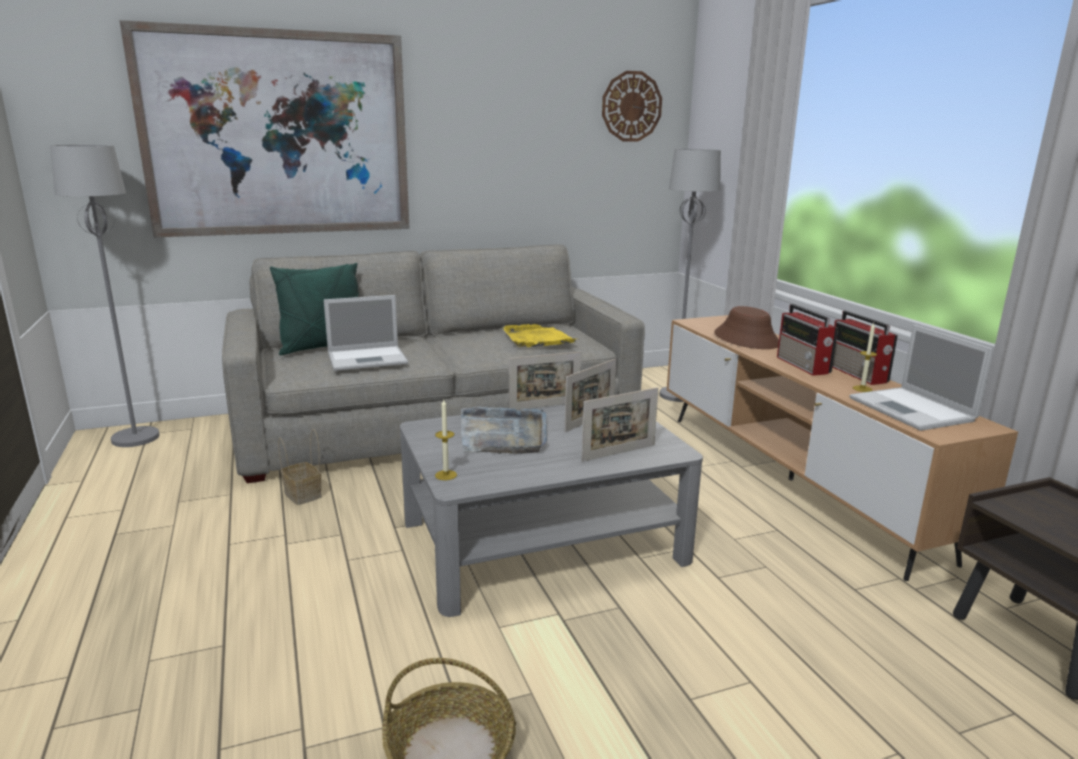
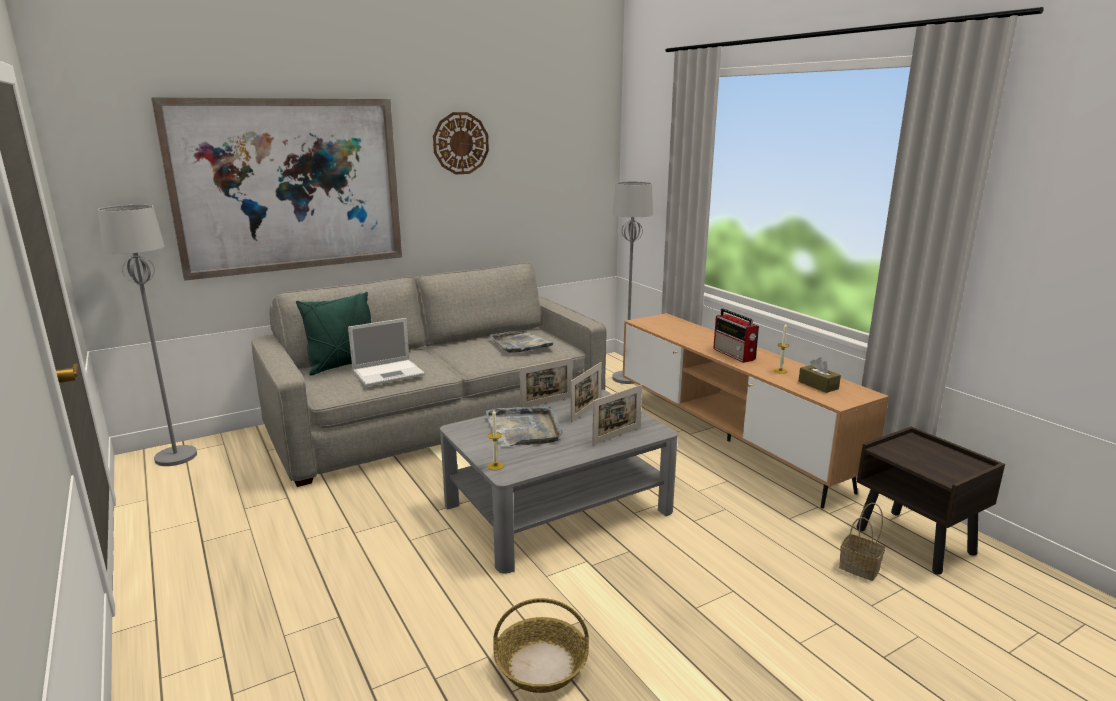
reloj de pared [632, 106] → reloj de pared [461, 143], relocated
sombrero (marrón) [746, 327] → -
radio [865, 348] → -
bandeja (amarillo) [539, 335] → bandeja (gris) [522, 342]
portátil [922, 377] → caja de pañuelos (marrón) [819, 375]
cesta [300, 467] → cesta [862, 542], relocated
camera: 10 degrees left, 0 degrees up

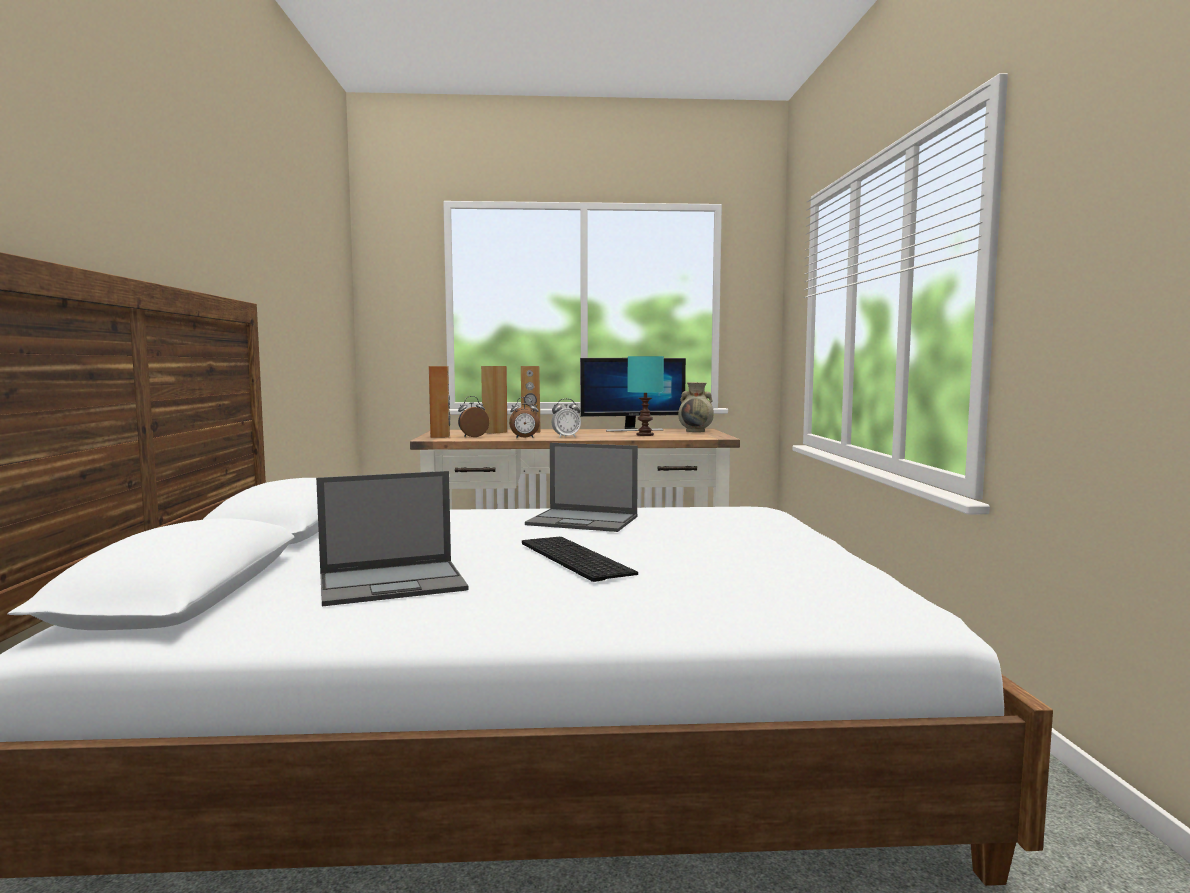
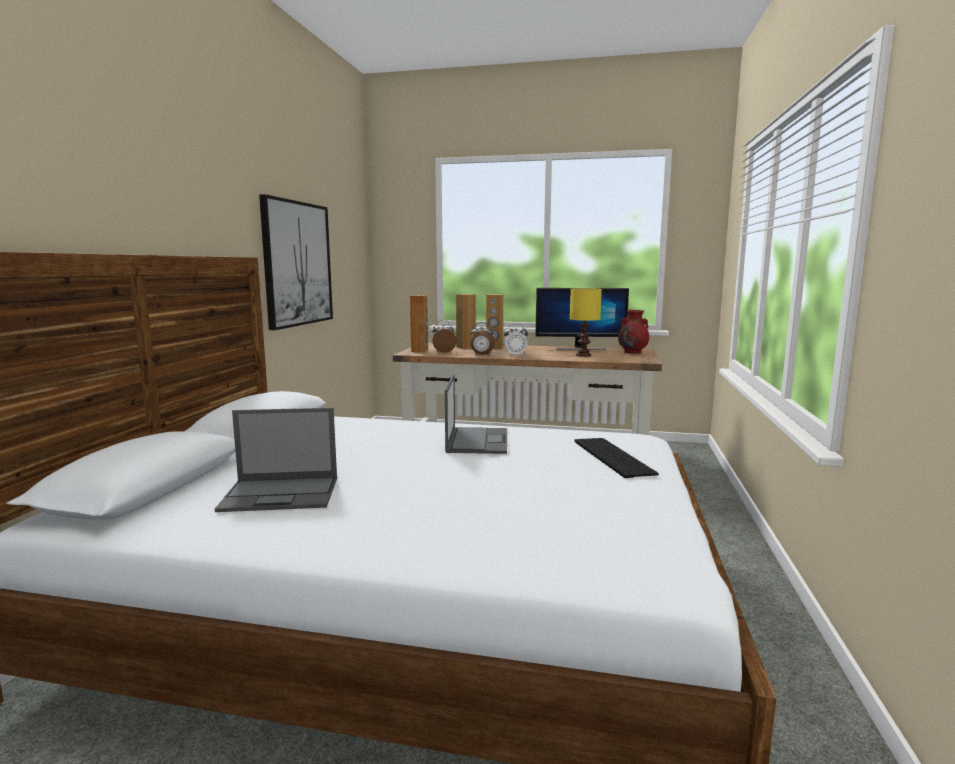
lámpara de mesa (turquesa) [646, 396] → lámpara de mesa (amarillo) [586, 322]
florero (beis) [696, 407] → florero (rojo) [633, 331]
portátil [581, 487] → portátil [476, 414], 120 degrees counterclockwise
teclado [580, 559] → teclado [616, 458], relocated
- → cuadro [296, 262]
camera: 15 degrees right, 5 degrees up

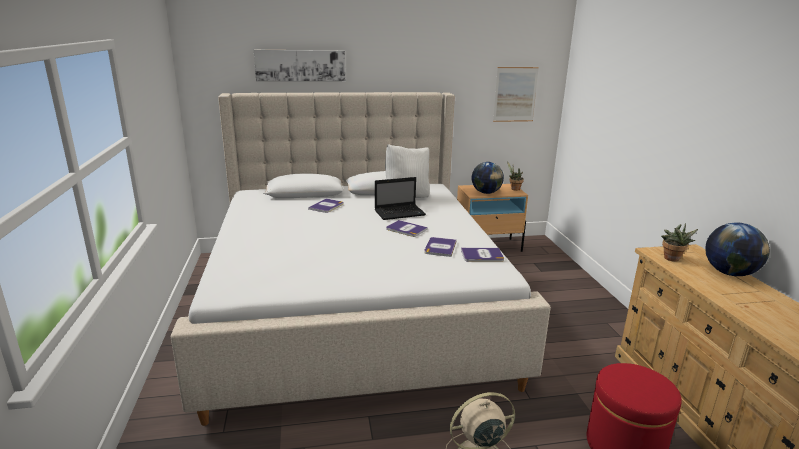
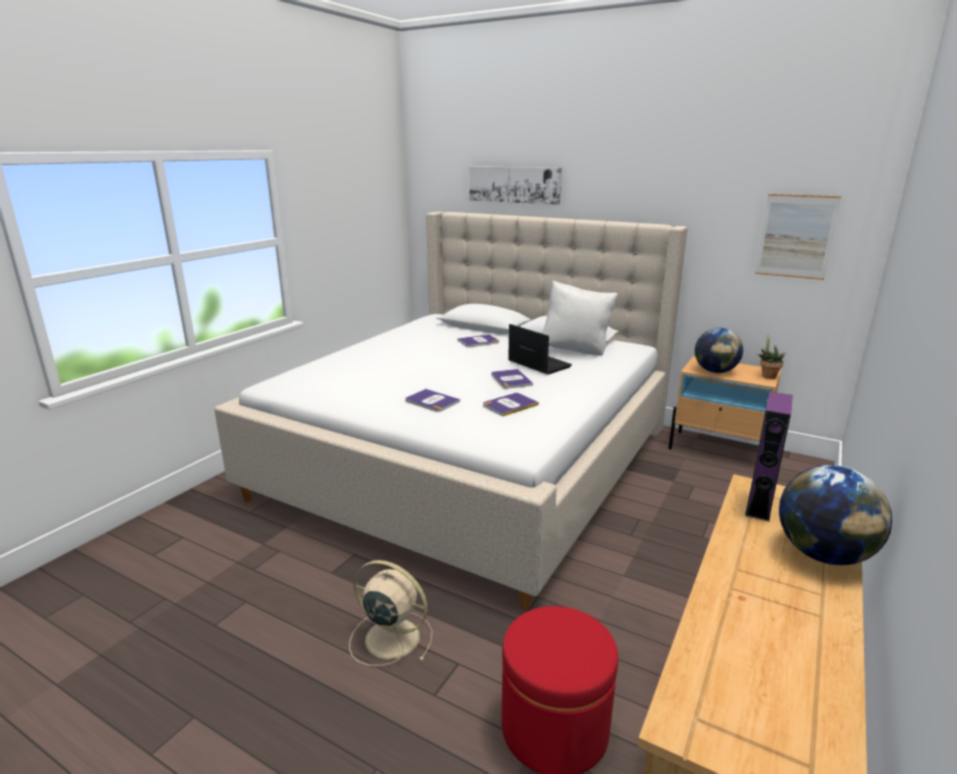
portátil [400, 198] → portátil [540, 349], 150 degrees counterclockwise
planta en maceta [679, 242] → altavoz (morado) [769, 456]
libro [482, 255] → libro [432, 400], relocated
camera: 40 degrees right, 0 degrees up

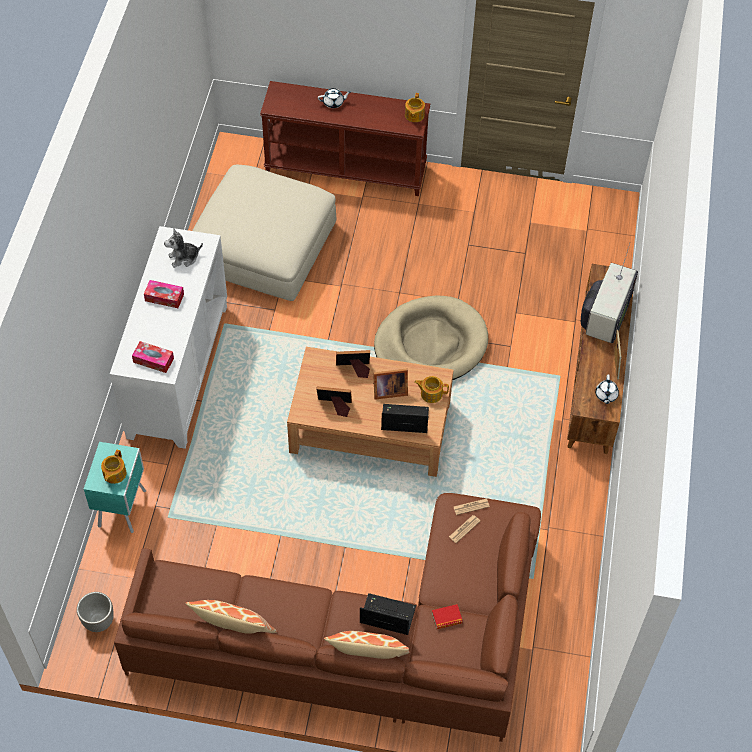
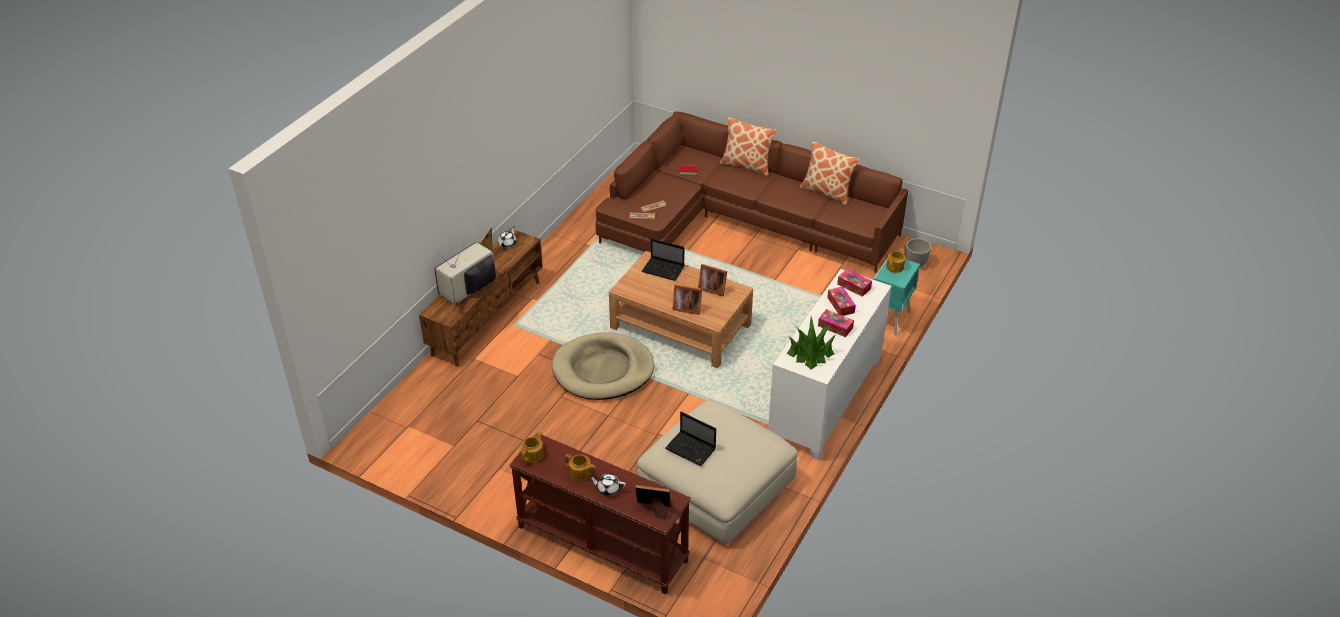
peluche [183, 248] → planta en maceta [811, 343]
portarretratos [390, 384] → portarretratos [653, 502], relocated
tetera [431, 389] → tetera [580, 467], relocated
portátil [387, 614] → portátil [690, 439], relocated
- → caja de pañuelos [841, 301]
camera: 160 degrees left, 15 degrees down

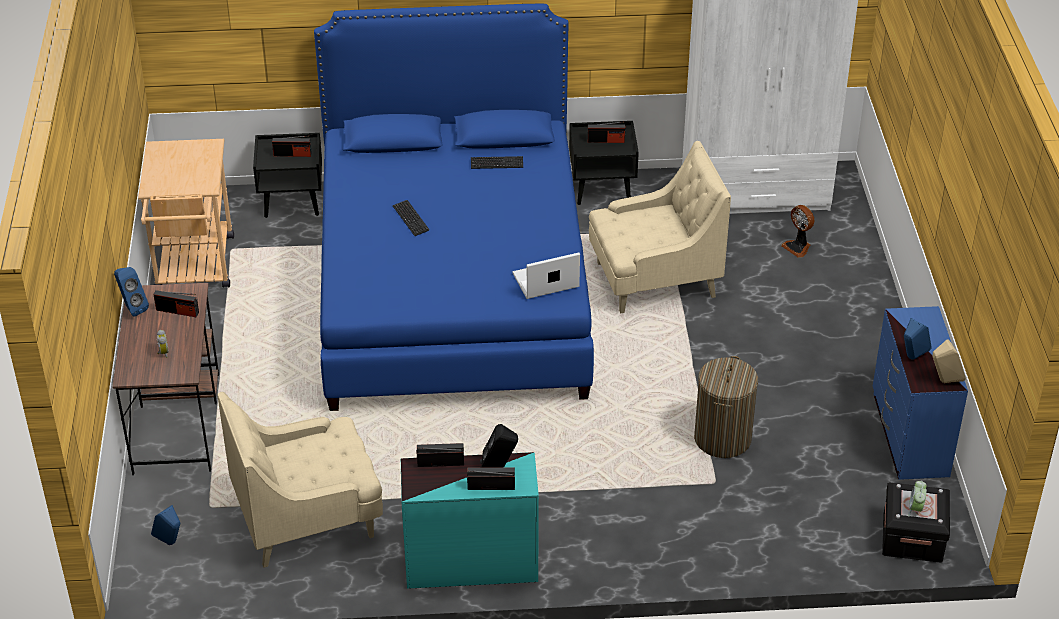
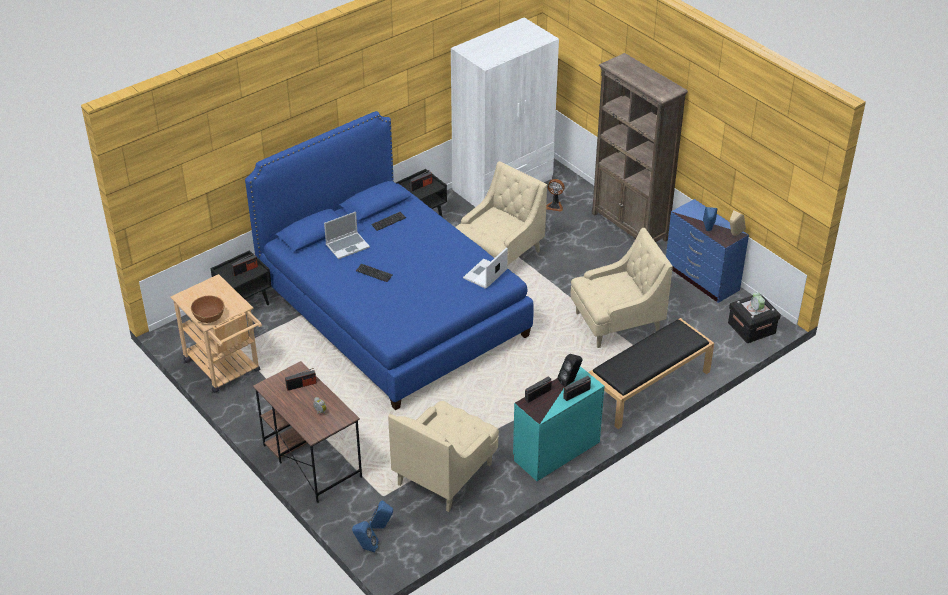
altavoz (azul) [131, 292] → altavoz (azul) [365, 537], relocated
cesto de la ropa [726, 407] → sillón (beis) [622, 288]
- → estantería (marrón) [640, 147]
- → portátil [347, 235]
- → cuenco (marrón) [207, 309]
- → banco (negro) [651, 373]
camera: 35 degrees left, 0 degrees up

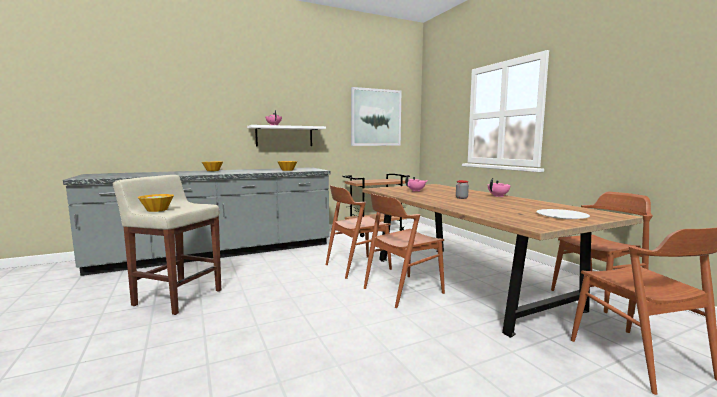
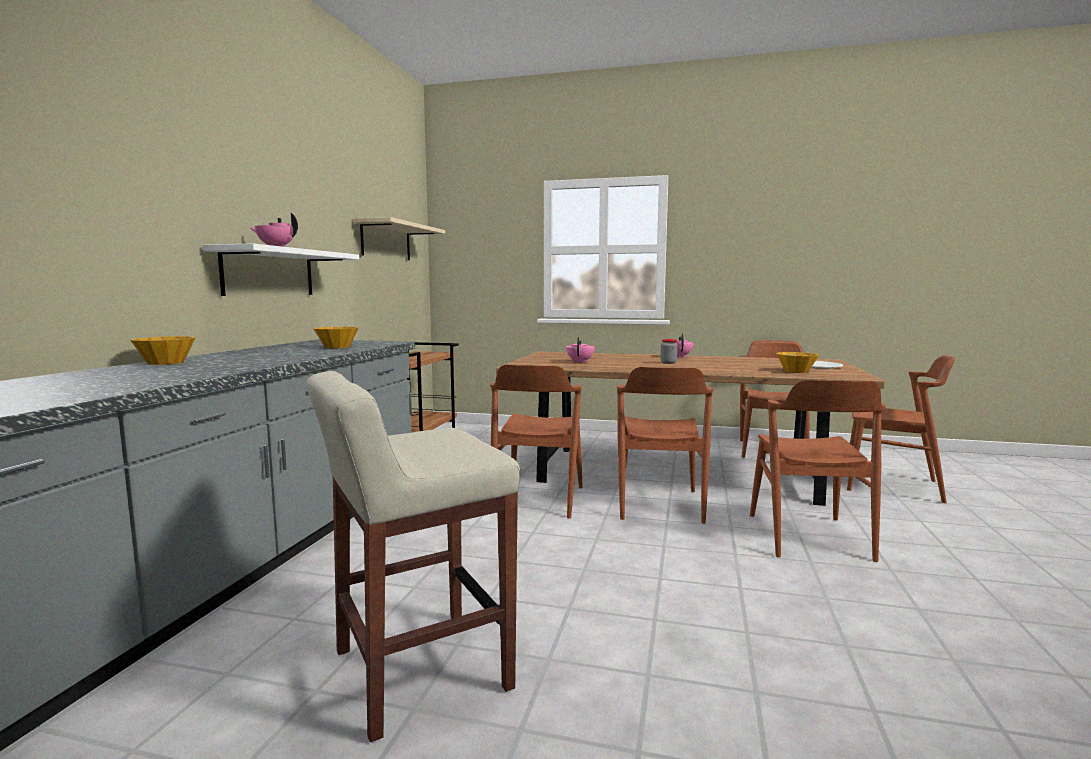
cuadro [376, 116] → estante (beis) [399, 238]
cuenco [156, 203] → cuenco [797, 362], relocated
- → silla (marrón) [818, 471]
camera: 50 degrees left, 0 degrees up

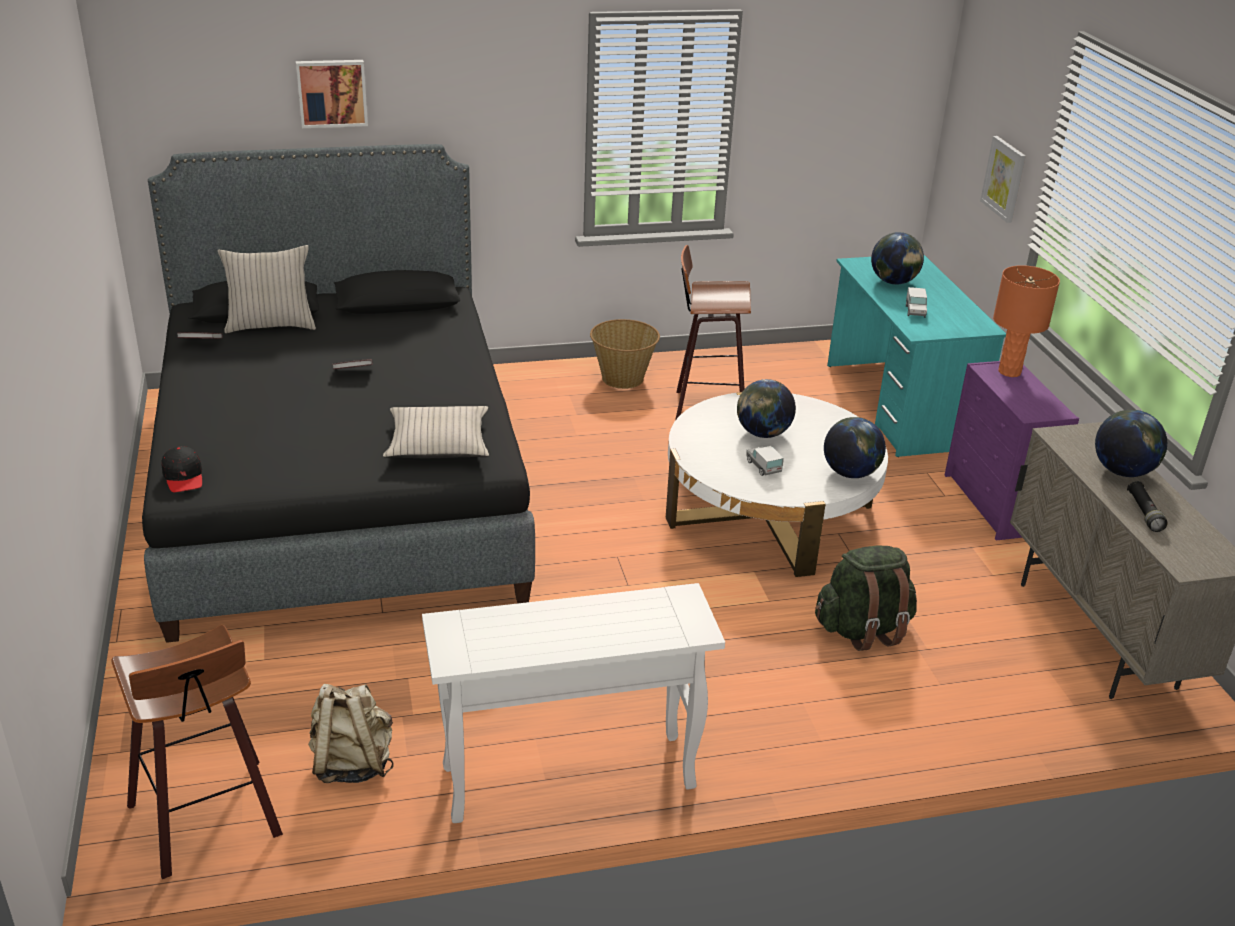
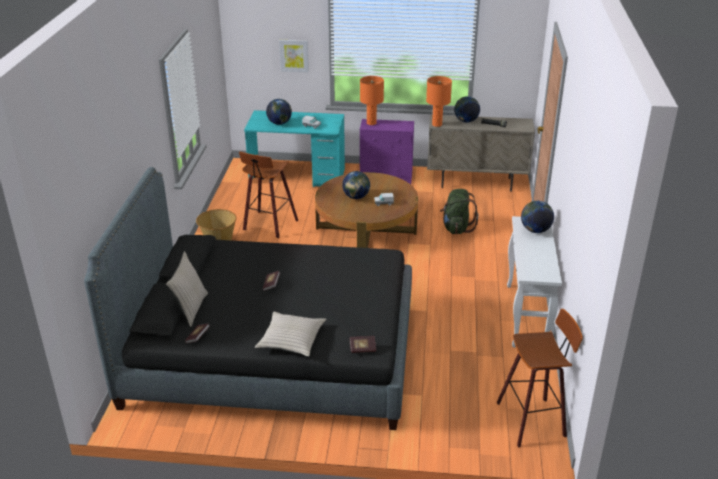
cuadro [332, 94] → -
mesa de centro (blanco) [777, 484] → mesa de centro (marrón) [366, 210]
cojín (beis) [436, 432] → cojín (beis) [291, 334], relocated
globo terráqueo [855, 447] → globo terráqueo [537, 217], relocated
gorra (negro) [181, 469] → libro [362, 344]
mochila (beis) [351, 733] → -
- → lámpara de mesa (naranja) [439, 101]
camera: 70 degrees left, 0 degrees up

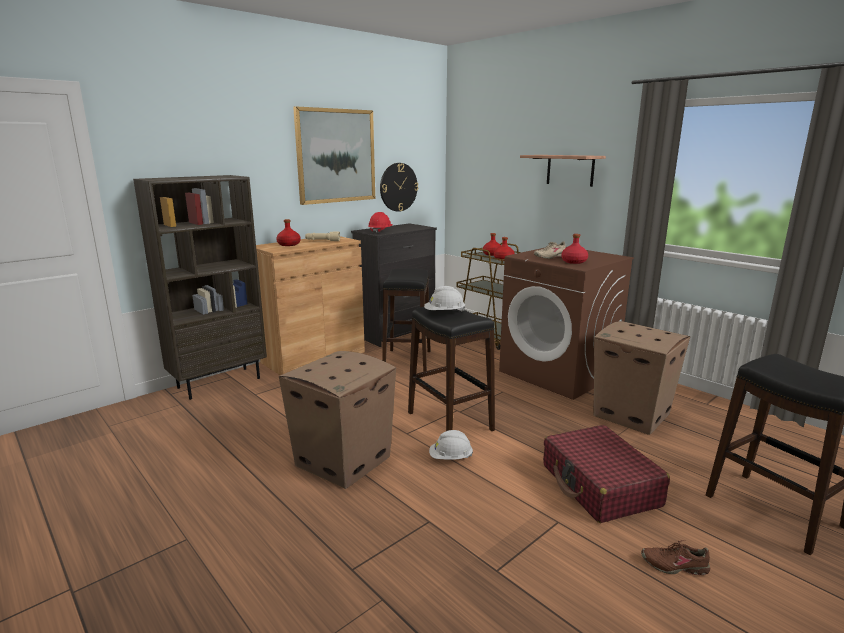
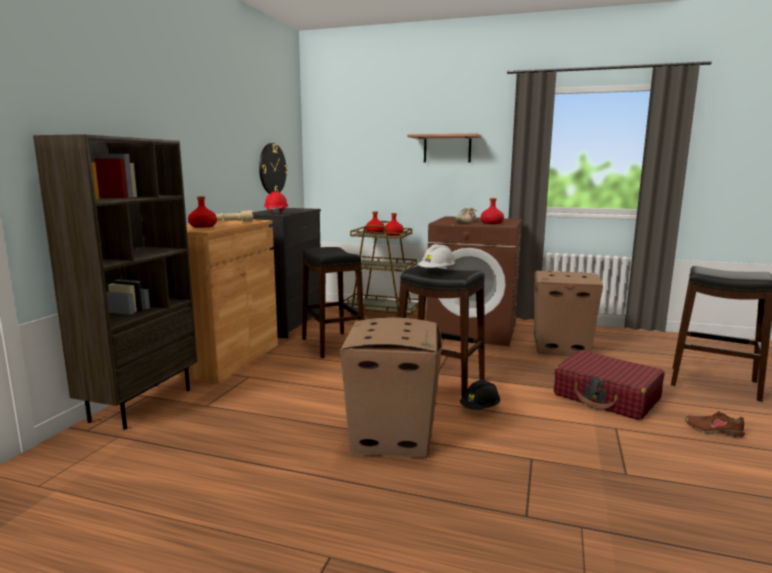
cuadro [334, 155] → -
casco (blanco) [451, 445] → casco (negro) [480, 394]
zapato (marrón) [675, 557] → zapato (marrón) [715, 424], 45 degrees clockwise
camera: 30 degrees left, 5 degrees down

